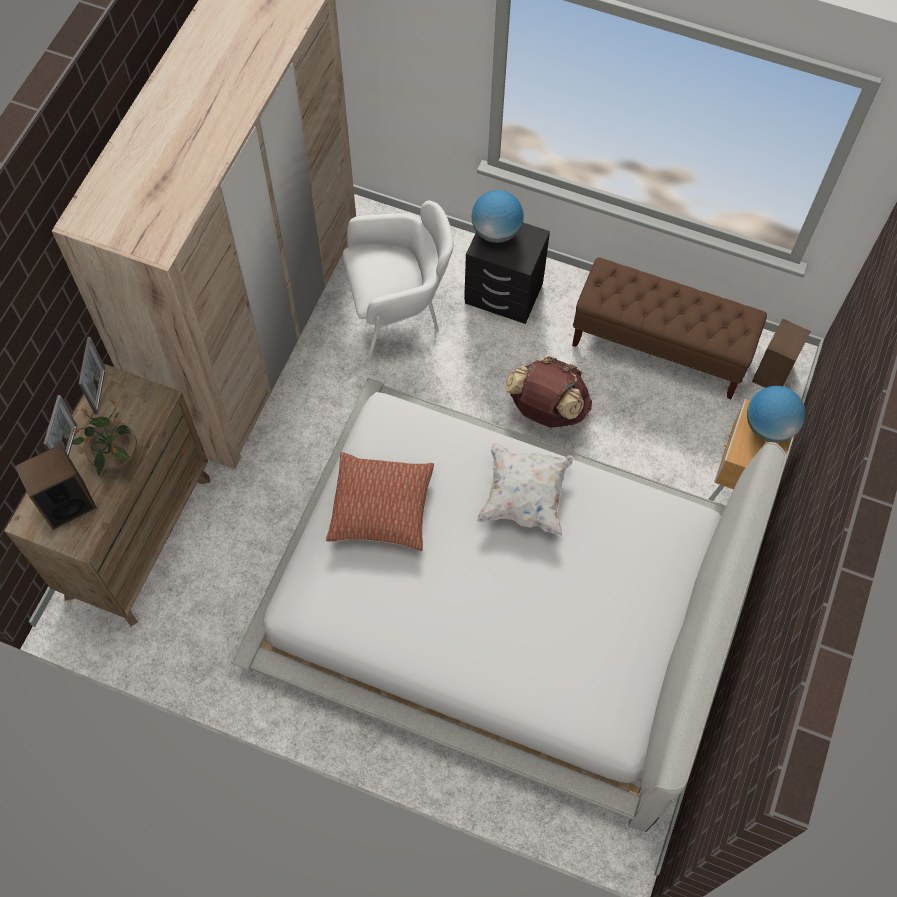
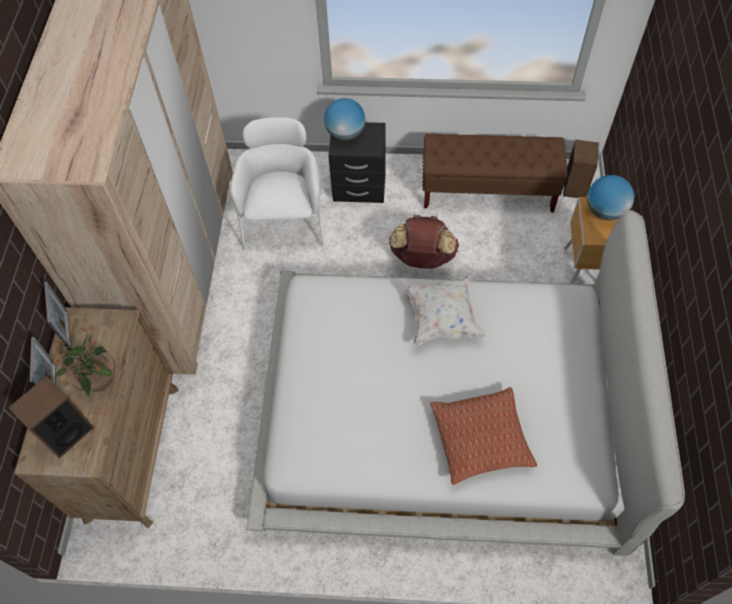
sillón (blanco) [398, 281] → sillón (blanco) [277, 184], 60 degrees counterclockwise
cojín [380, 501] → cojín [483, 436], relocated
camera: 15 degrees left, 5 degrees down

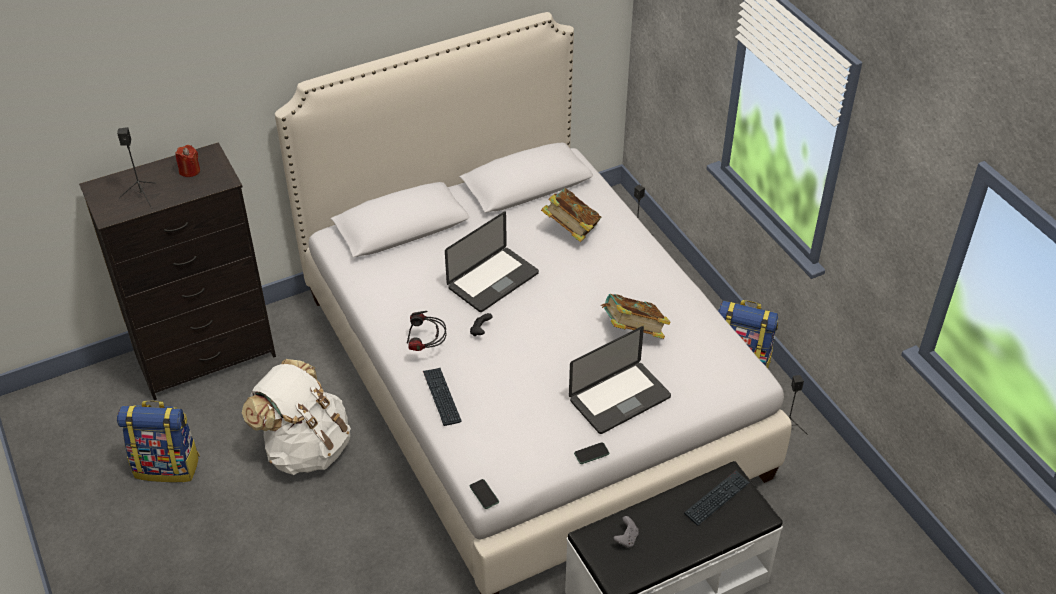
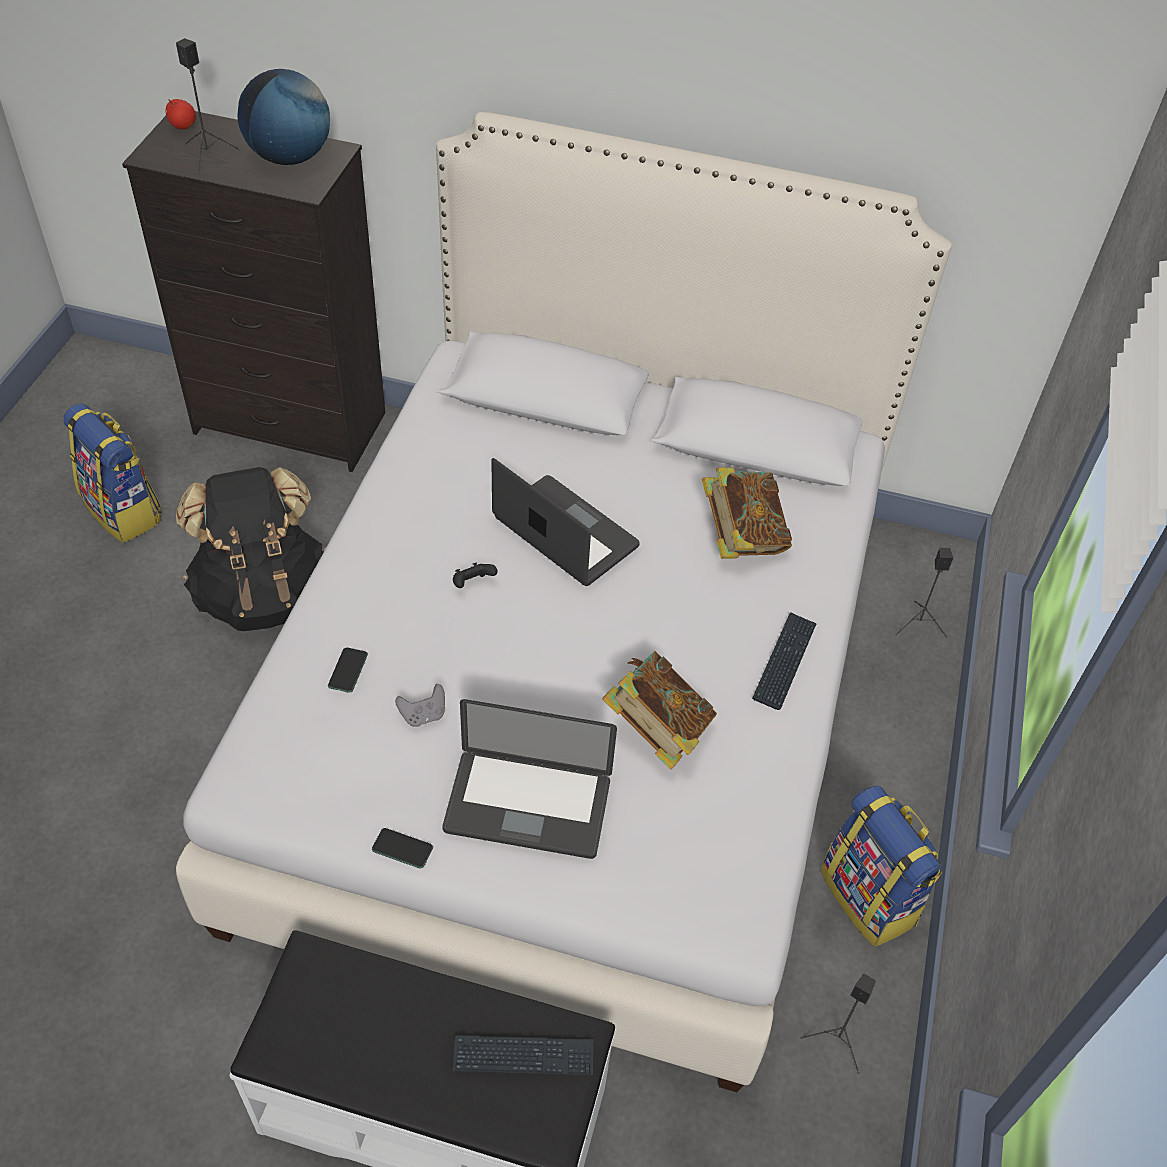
vela (rojo) [187, 161] → globo terráqueo [283, 117]
portátil [492, 261] → portátil [565, 522], 135 degrees counterclockwise
auriculares [427, 331] → -
mochila (blanco) [296, 417] → mochila (negro) [251, 549]
teclado [442, 397] → teclado [784, 661], relocated
móvil [484, 494] → móvil [348, 670], relocated
mando de consola (gris) [626, 532] → mando de consola (gris) [420, 705], relocated
- → manzana [181, 114]
camera: 40 degrees right, 5 degrees up

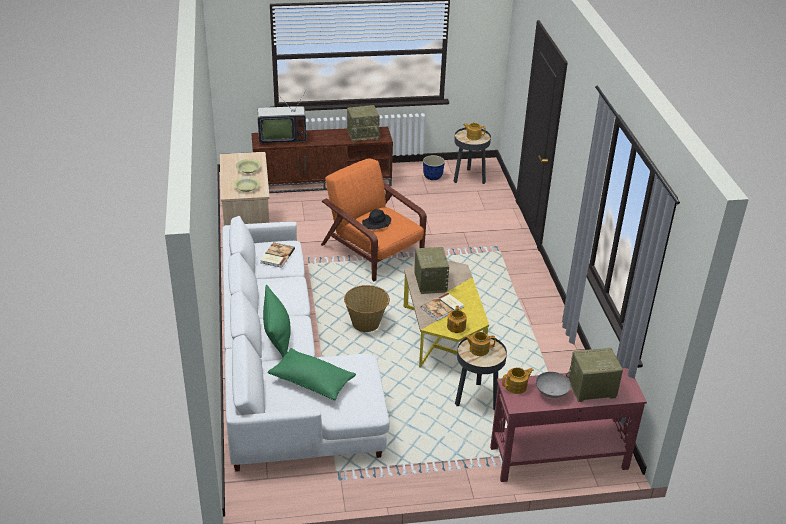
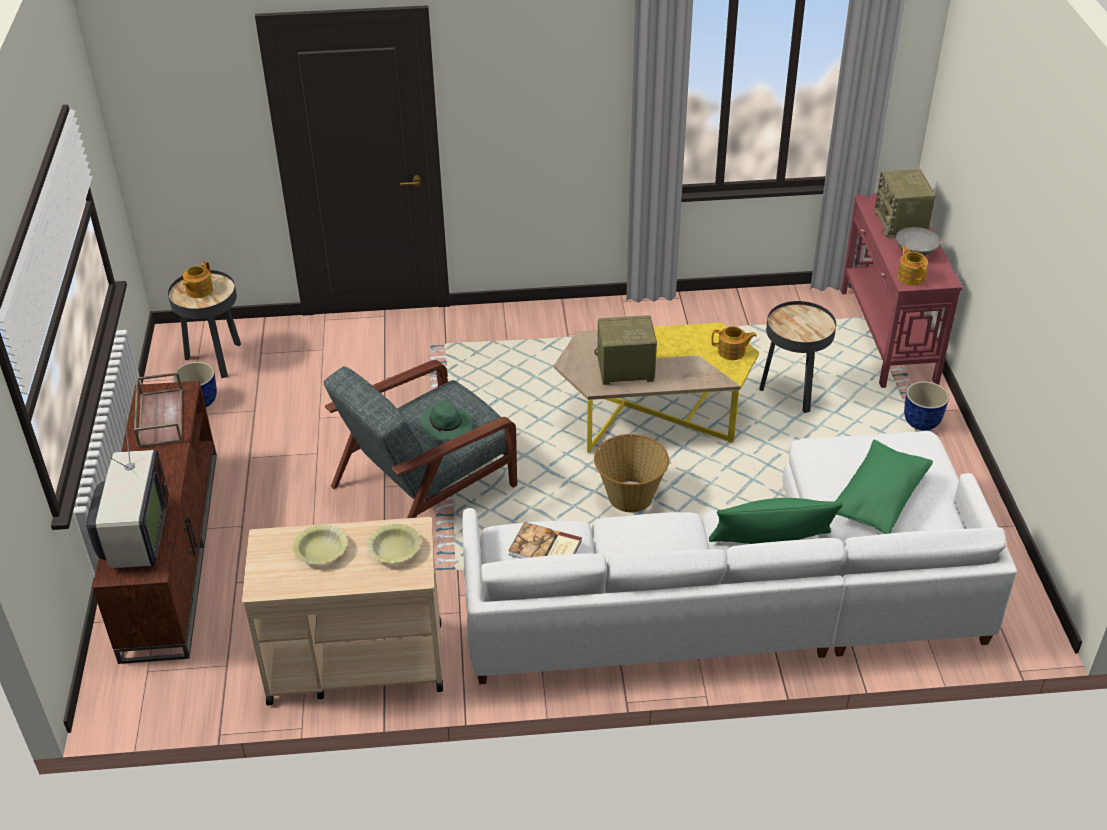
radio [364, 123] → bandeja (marrón) [158, 410]
sillón (naranja) [374, 219] → sillón (gris) [420, 439]
sombrero (negro) [376, 219] → sombrero (verde) [446, 420]
libro [442, 307] → -
tetera [480, 344] → -
- → maceta [926, 405]
camera: 85 degrees left, 5 degrees up

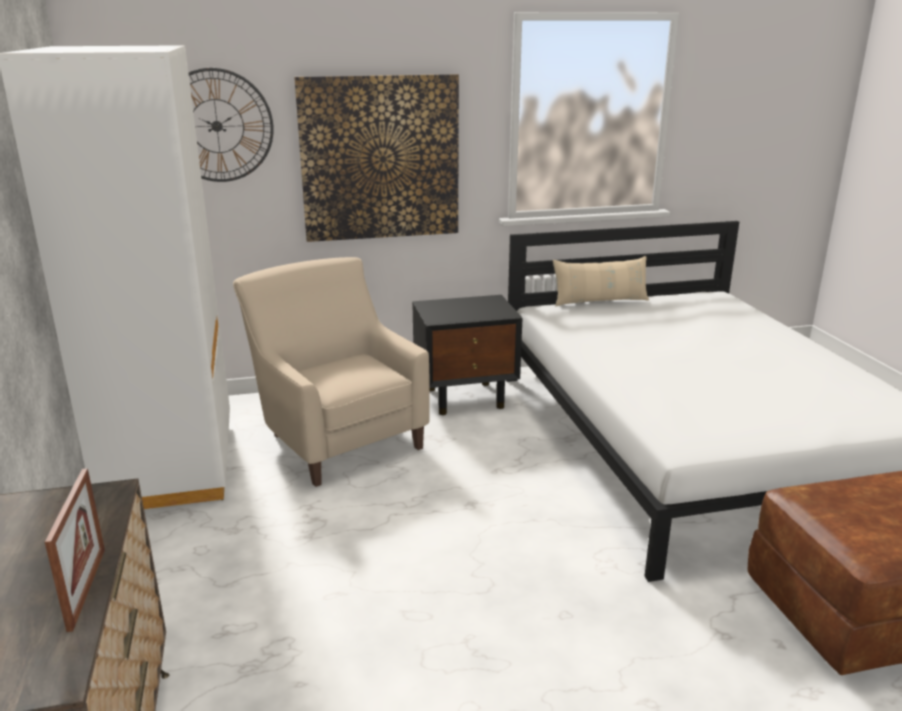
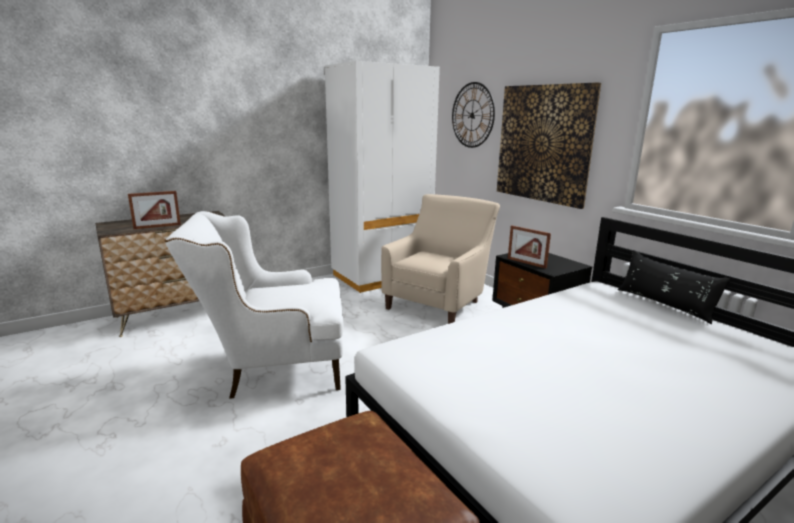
cojín (beis) [601, 281] → cojín (negro) [674, 287]
- → sillón (blanco) [254, 305]
- → portarretratos [529, 247]
camera: 70 degrees right, 5 degrees down

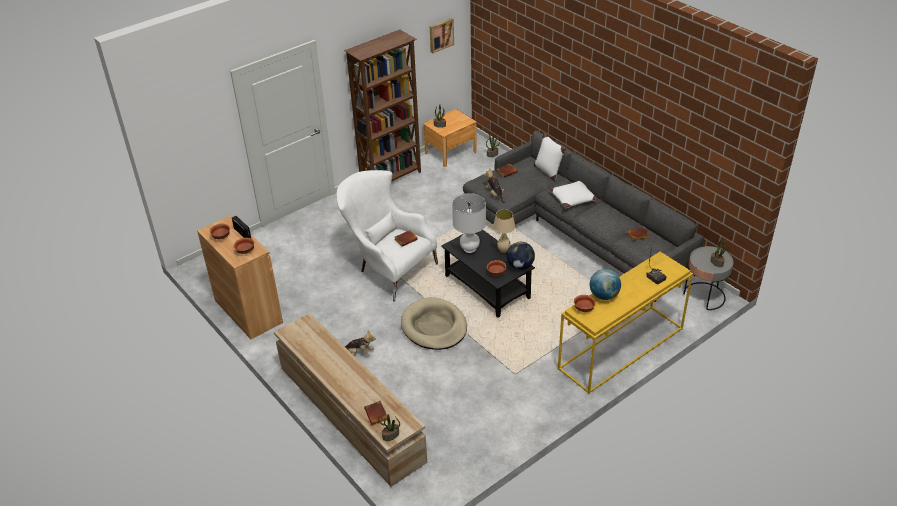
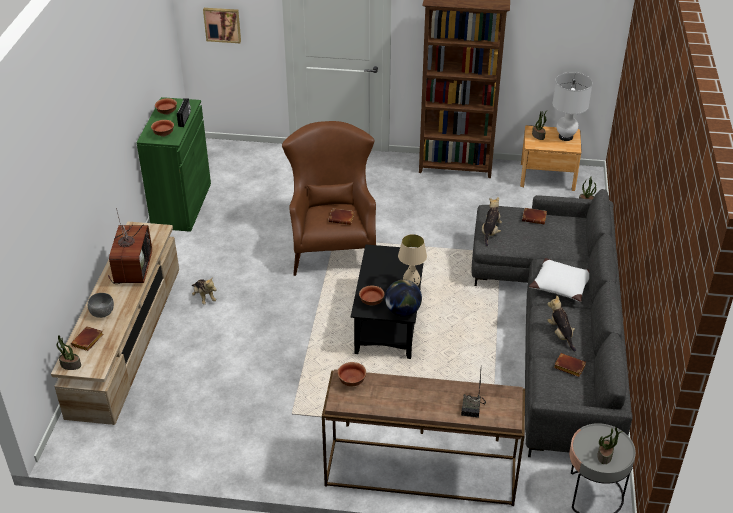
cuadro [442, 35] → cuadro [222, 25], relocated
cojín (blanco) [550, 157] → -
sillón (blanco) [387, 236] → sillón (marrón) [329, 198]
lámpara de mesa (blanco) [469, 224] → lámpara de mesa (blanco) [572, 106], relocated
armario (marrón) [240, 277] → armario (verde) [174, 164]
mesa consola (amarillo) [625, 323] → mesa consola (marrón) [423, 437]
globo terráqueo [605, 284] → -
cama para perro (beis) [434, 323] → -
- → televisor [130, 246]
- → cuenco (gris) [101, 305]
- → peluche [561, 323]
camera: 45 degrees right, 0 degrees up

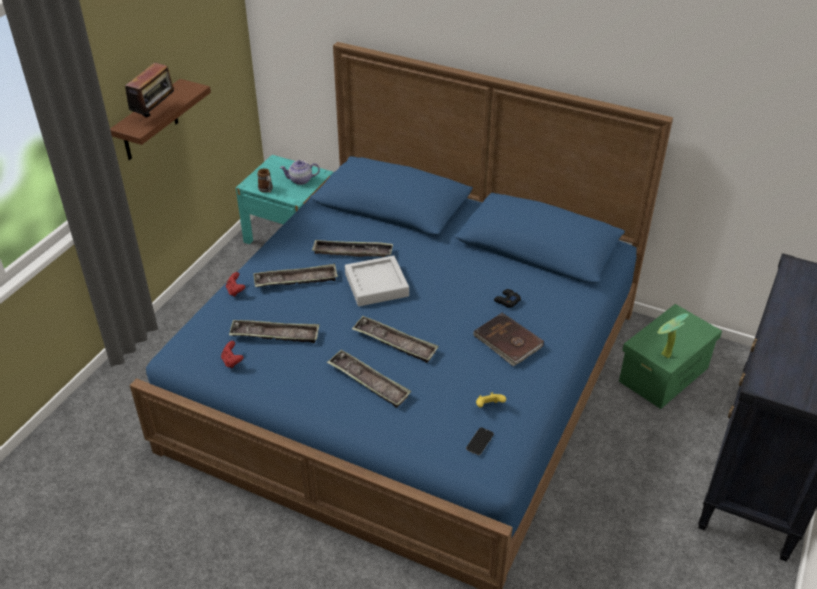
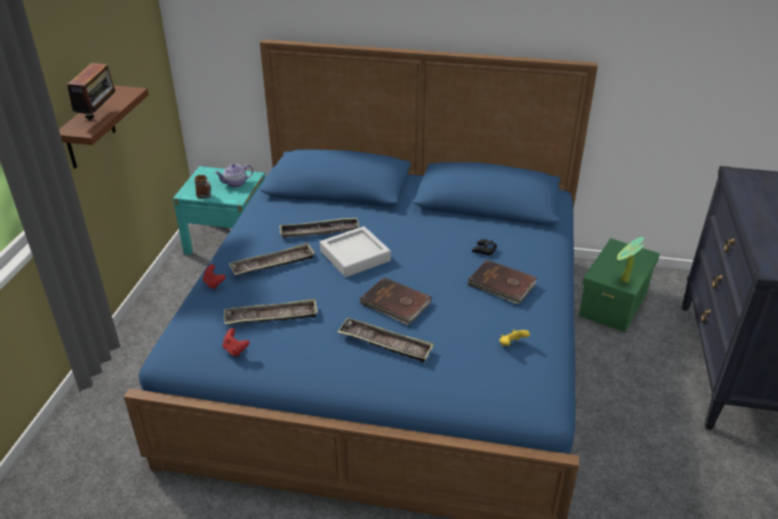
bandeja [395, 339] → libro (marrón) [395, 301]
móvil [480, 441] → -
camera: 15 degrees left, 5 degrees down

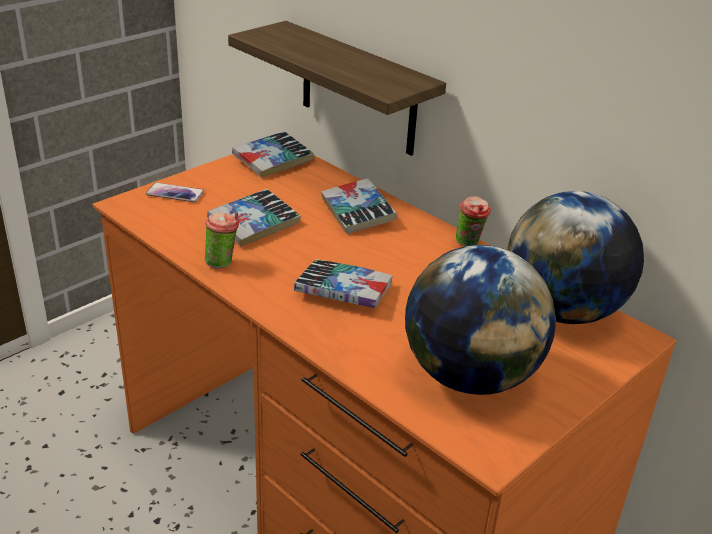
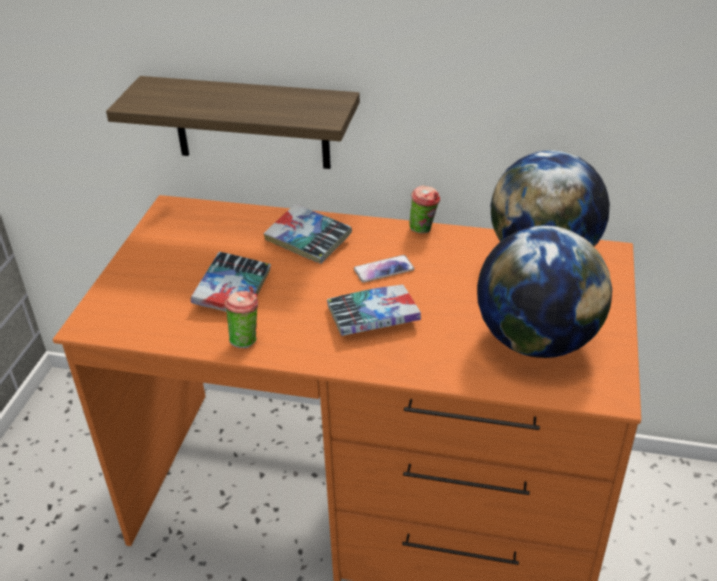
libro [273, 154] → -
móvil [175, 192] → móvil [384, 269], relocated
camera: 30 degrees left, 5 degrees up

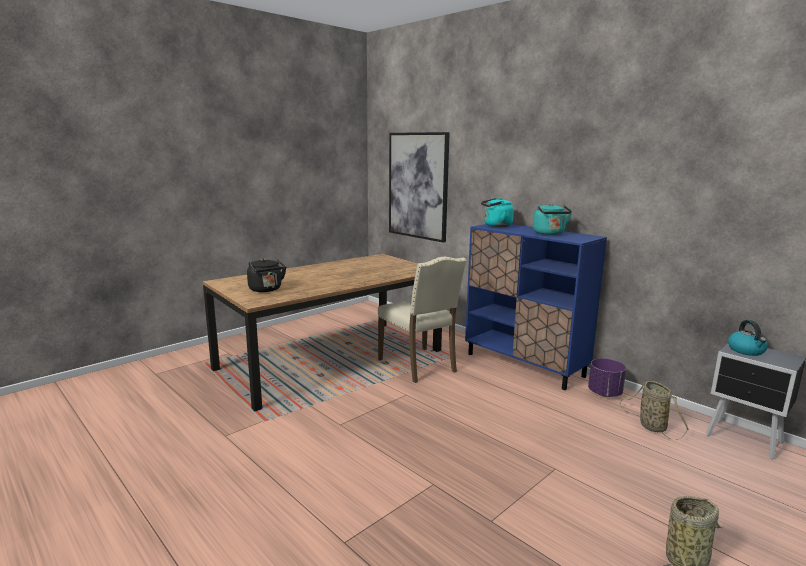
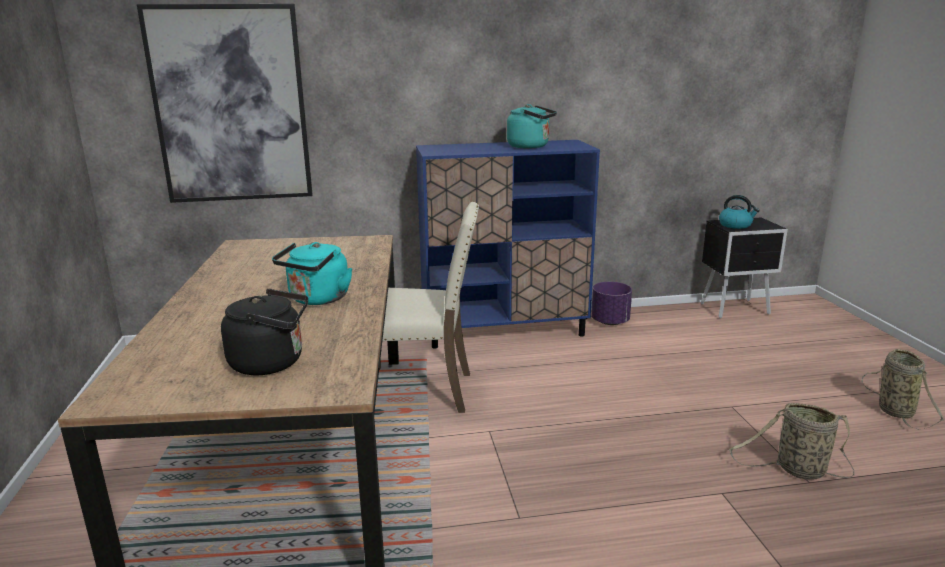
hervidor (turquesa) [497, 212] → hervidor (turquesa) [312, 273], relocated
cesta [654, 410] → cesta [791, 441], relocated
camera: 55 degrees left, 5 degrees up

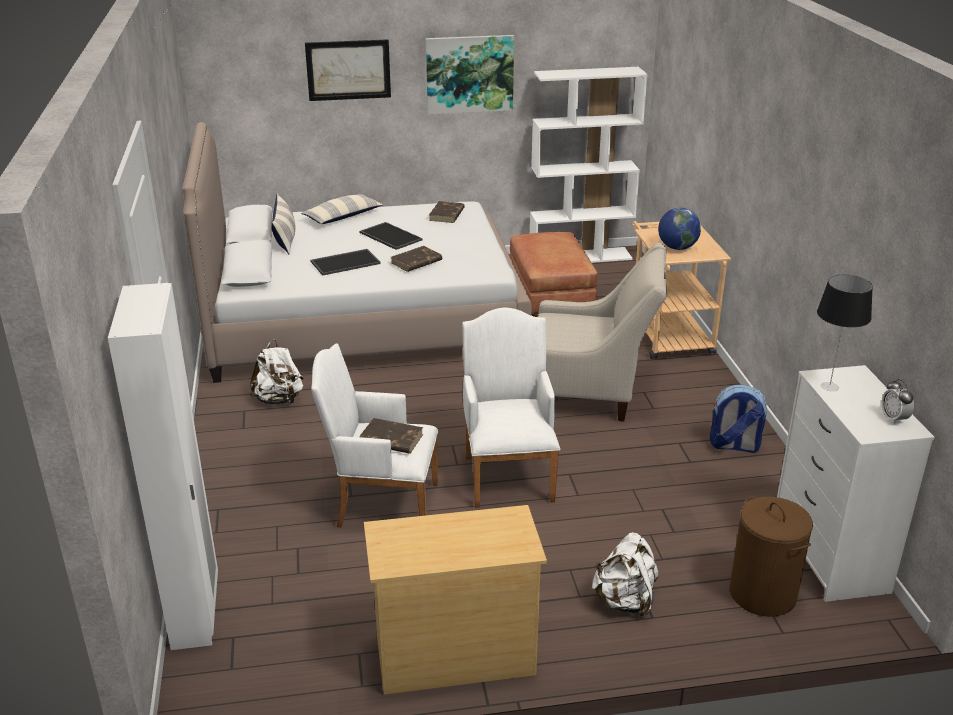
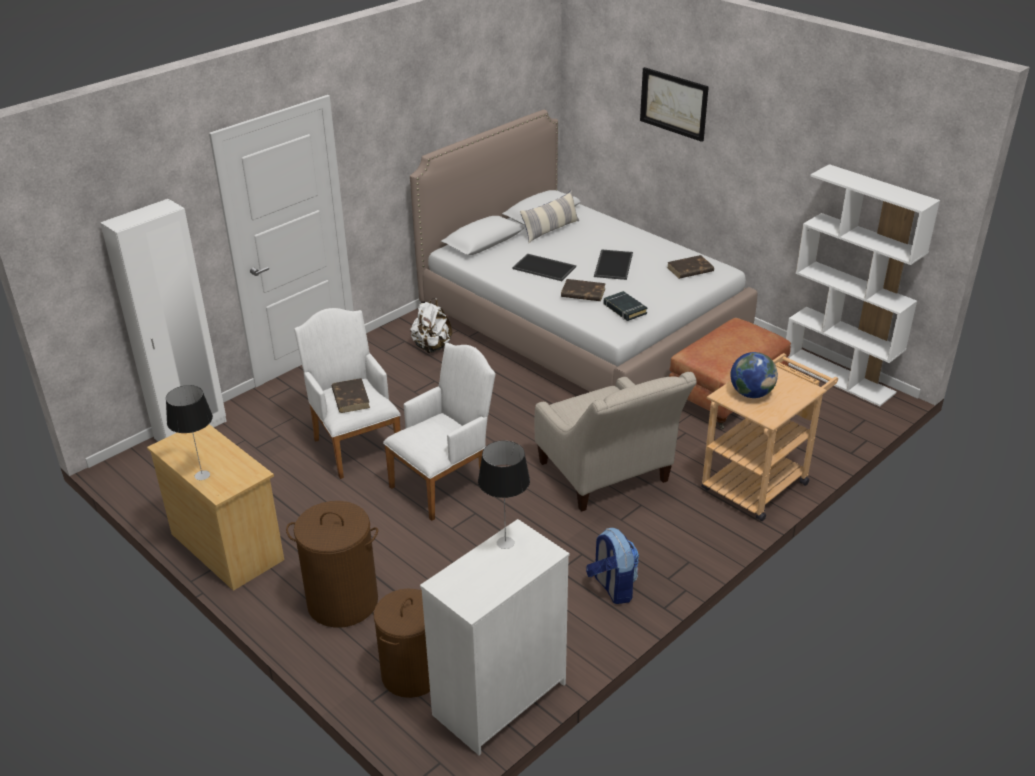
cuadro [470, 75] → -
cojín [342, 209] → -
despertador [898, 401] → -
mochila (blanco) [625, 575] → cesto de la ropa (marrón) [332, 564]
- → libro (negro) [625, 306]
- → lámpara de mesa [189, 432]
camera: 55 degrees right, 5 degrees up

